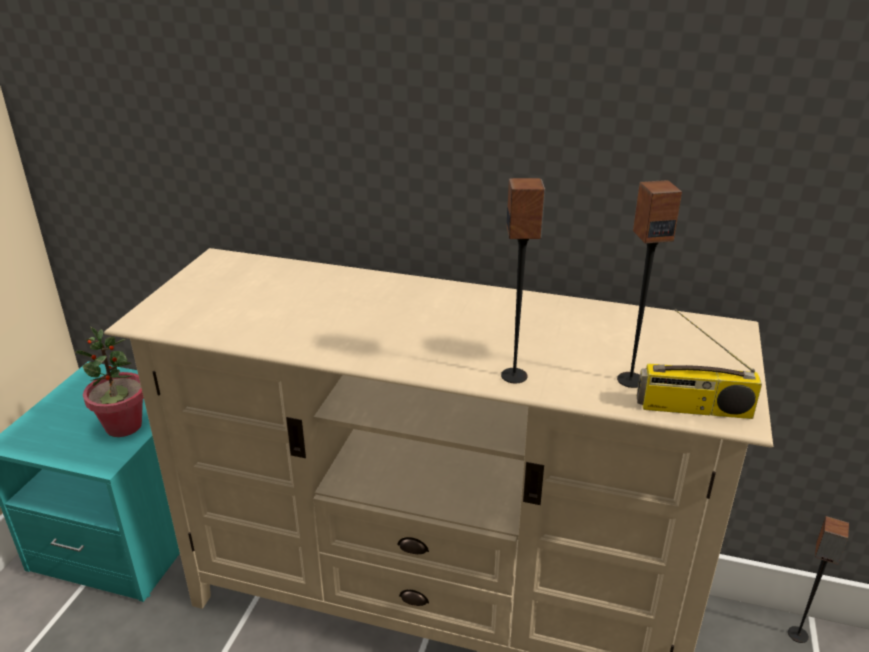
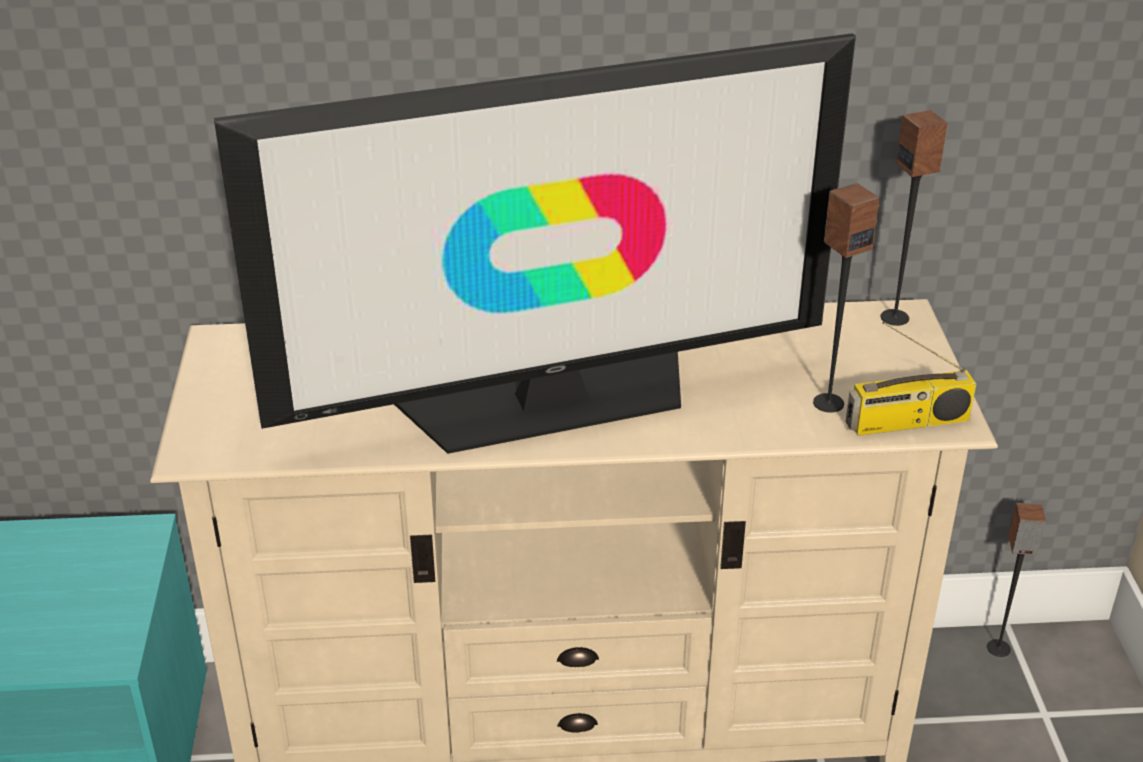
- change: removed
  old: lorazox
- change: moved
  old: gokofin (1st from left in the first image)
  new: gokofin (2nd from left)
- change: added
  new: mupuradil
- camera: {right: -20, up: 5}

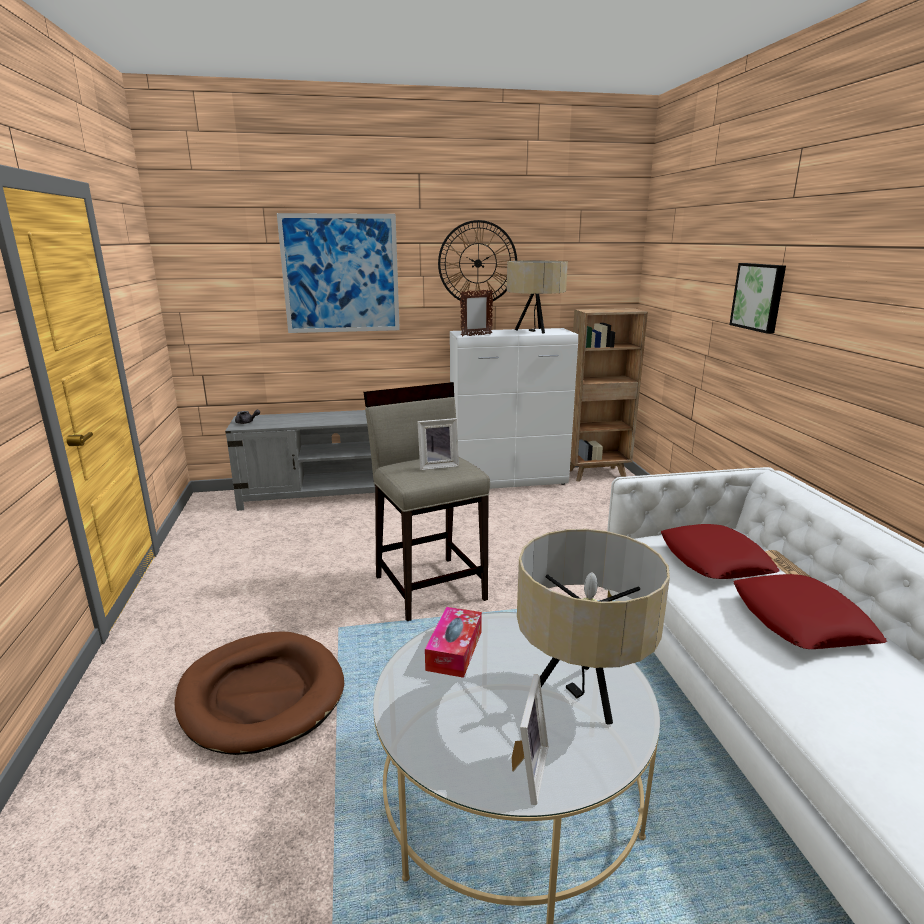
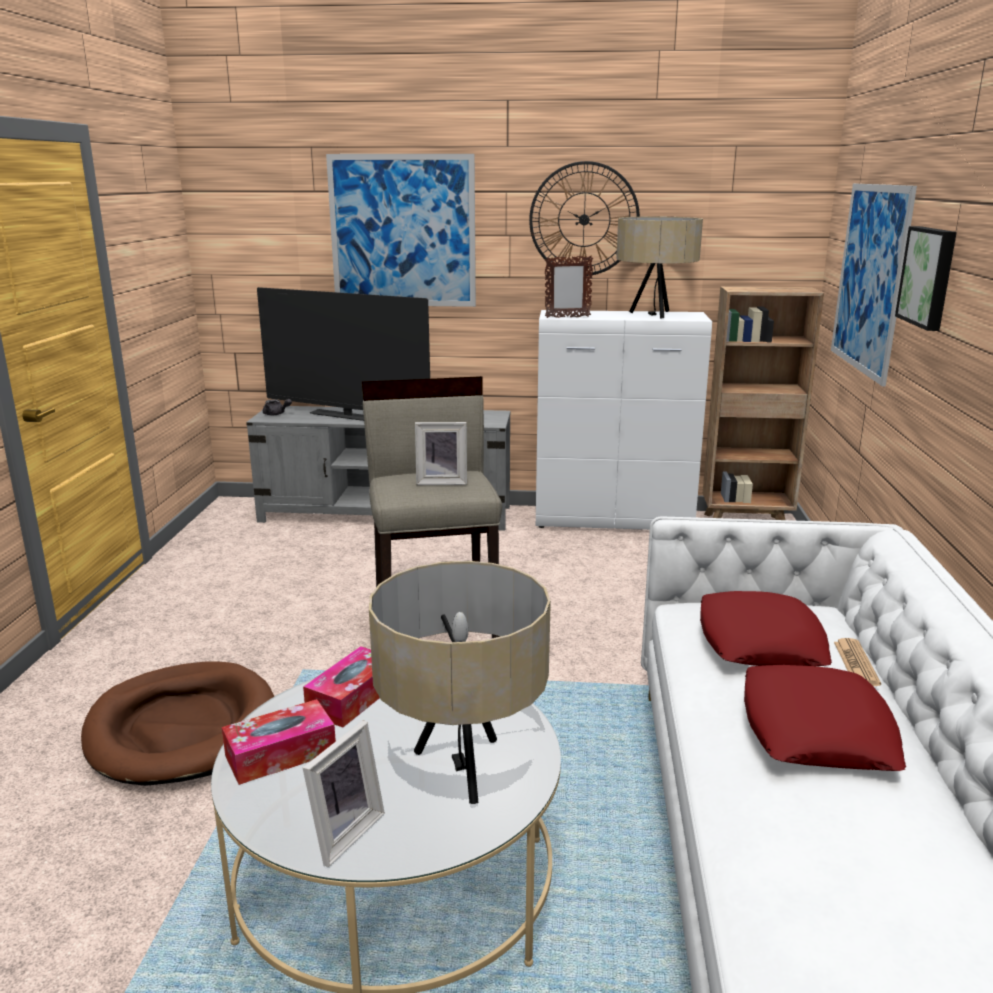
- change: added
  new: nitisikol (1st from left)
- change: added
  new: mupuradil
- change: added
  new: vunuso (2nd from left)
- camera: {right: 15, up: 0}

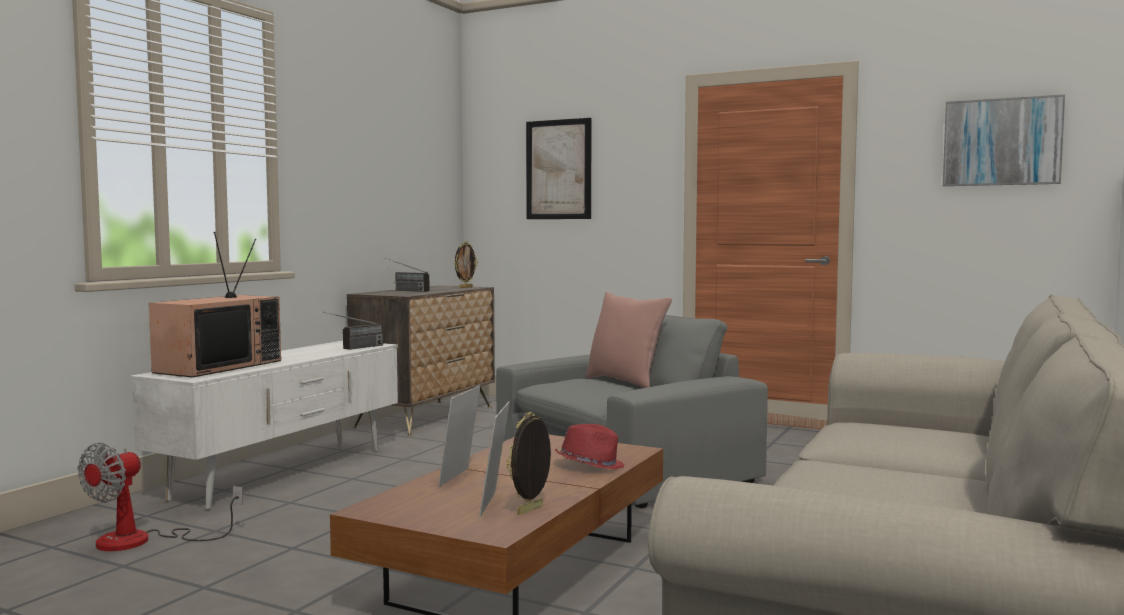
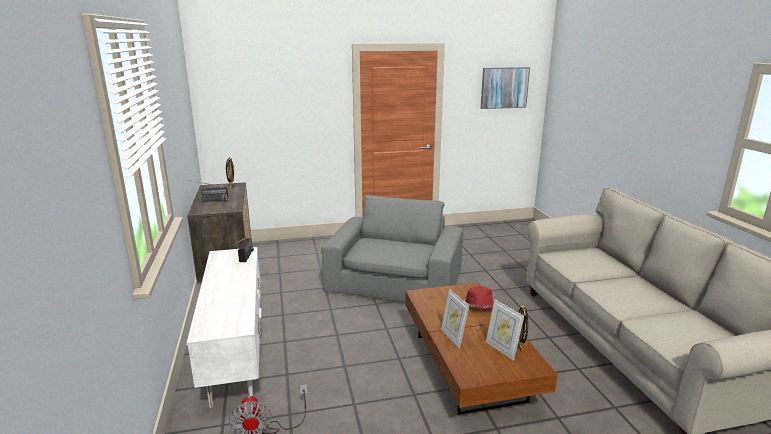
- change: removed
  old: mupuradil
- change: removed
  old: vunuso (1st from left)
- change: removed
  old: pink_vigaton
- camera: {right: -40, up: 15}

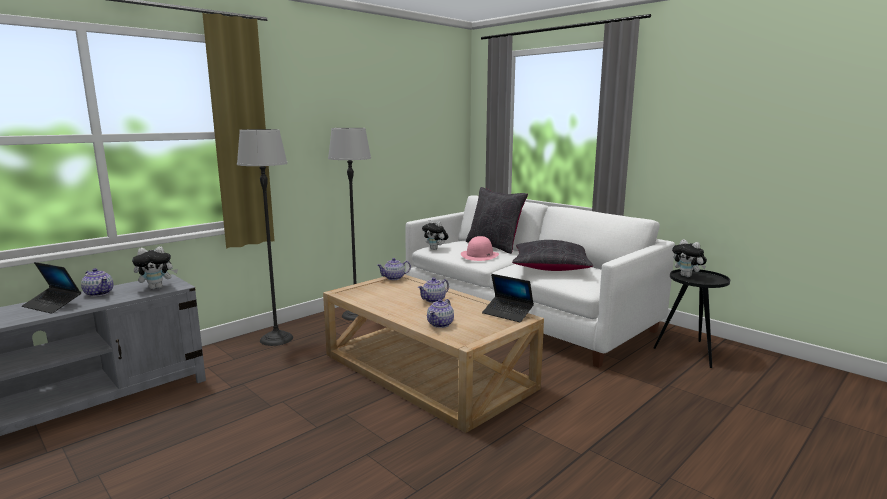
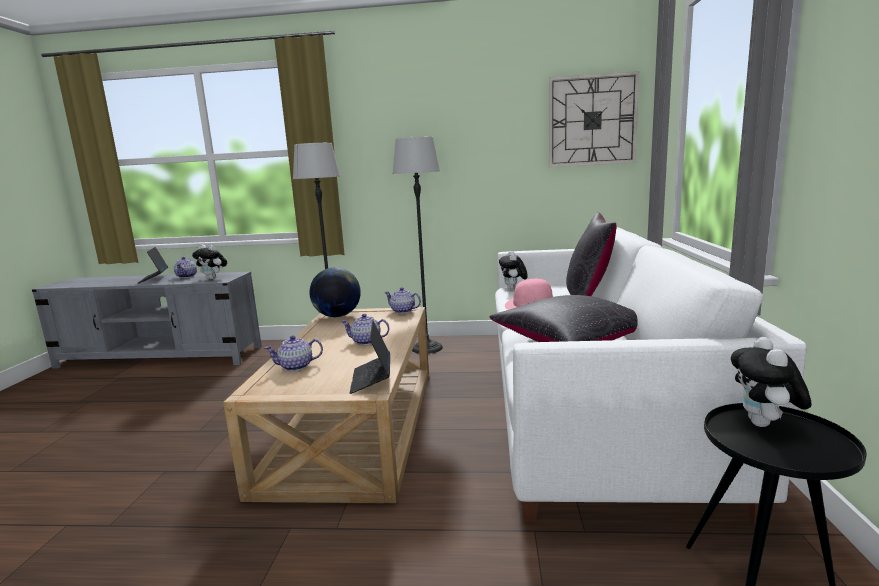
- change: added
  new: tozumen
- change: added
  new: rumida
- camera: {right: 50, up: 0}

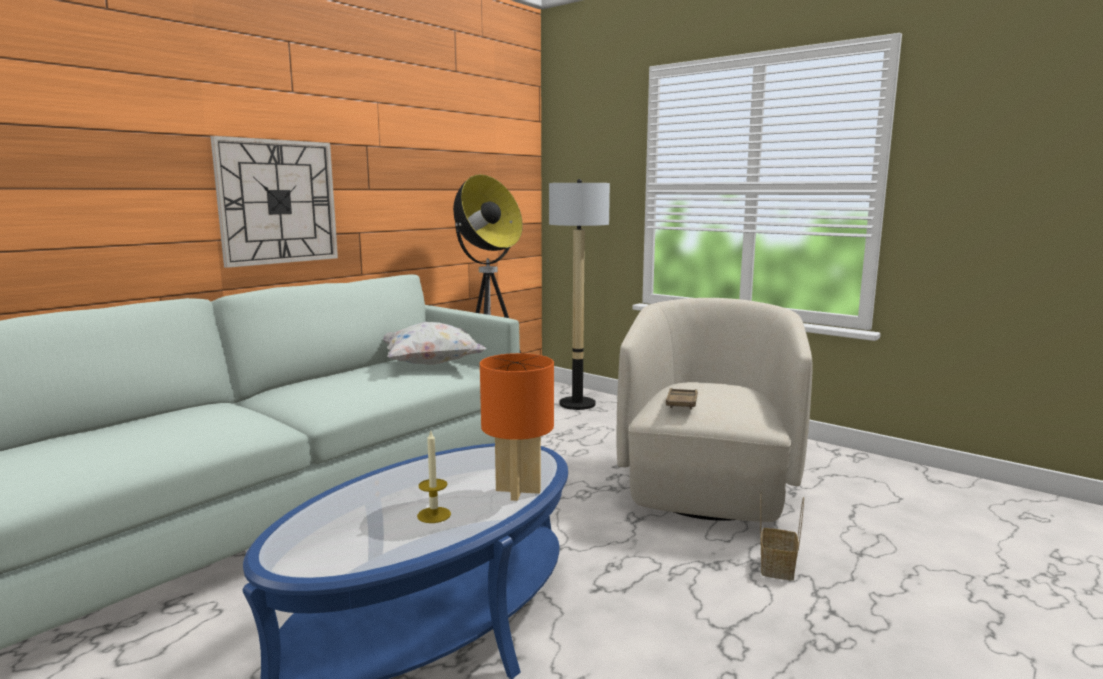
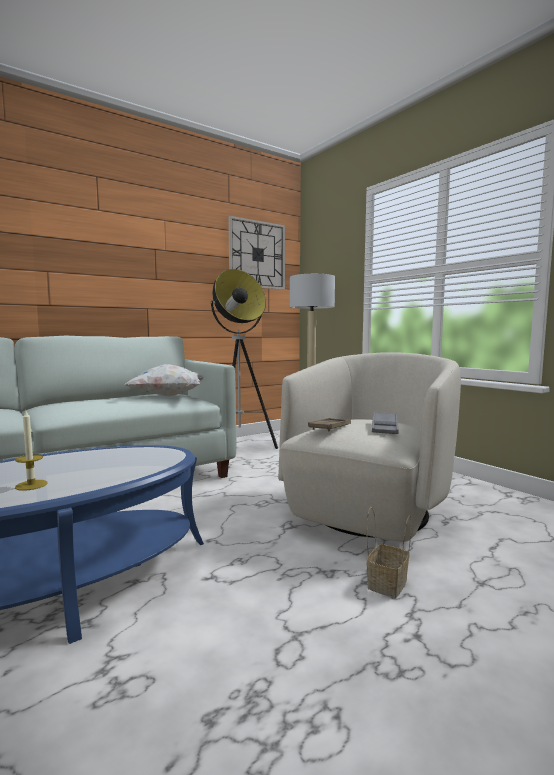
- change: moved
  old: rumida
- change: removed
  old: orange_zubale
- change: added
  new: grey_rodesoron
- camera: {right: 15, up: -5}

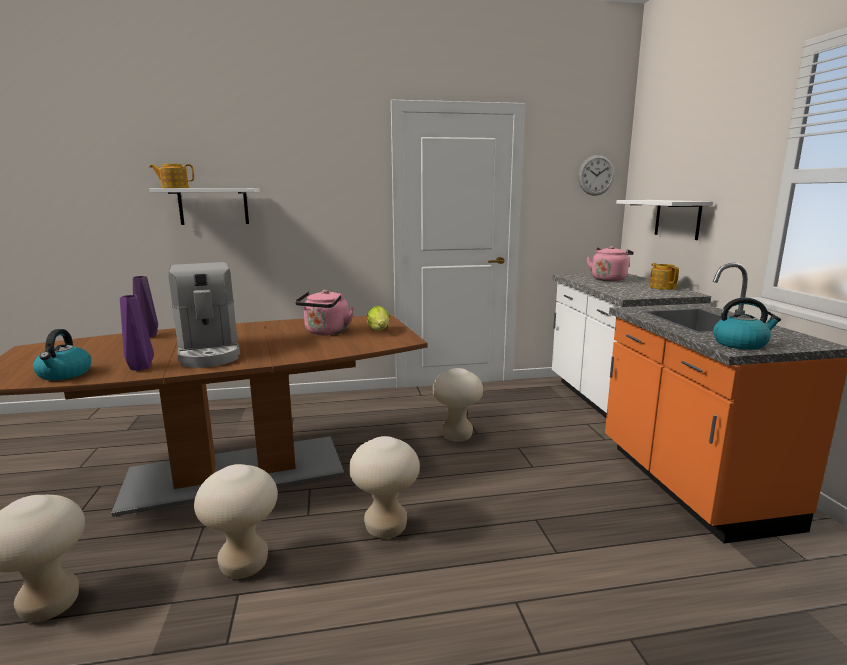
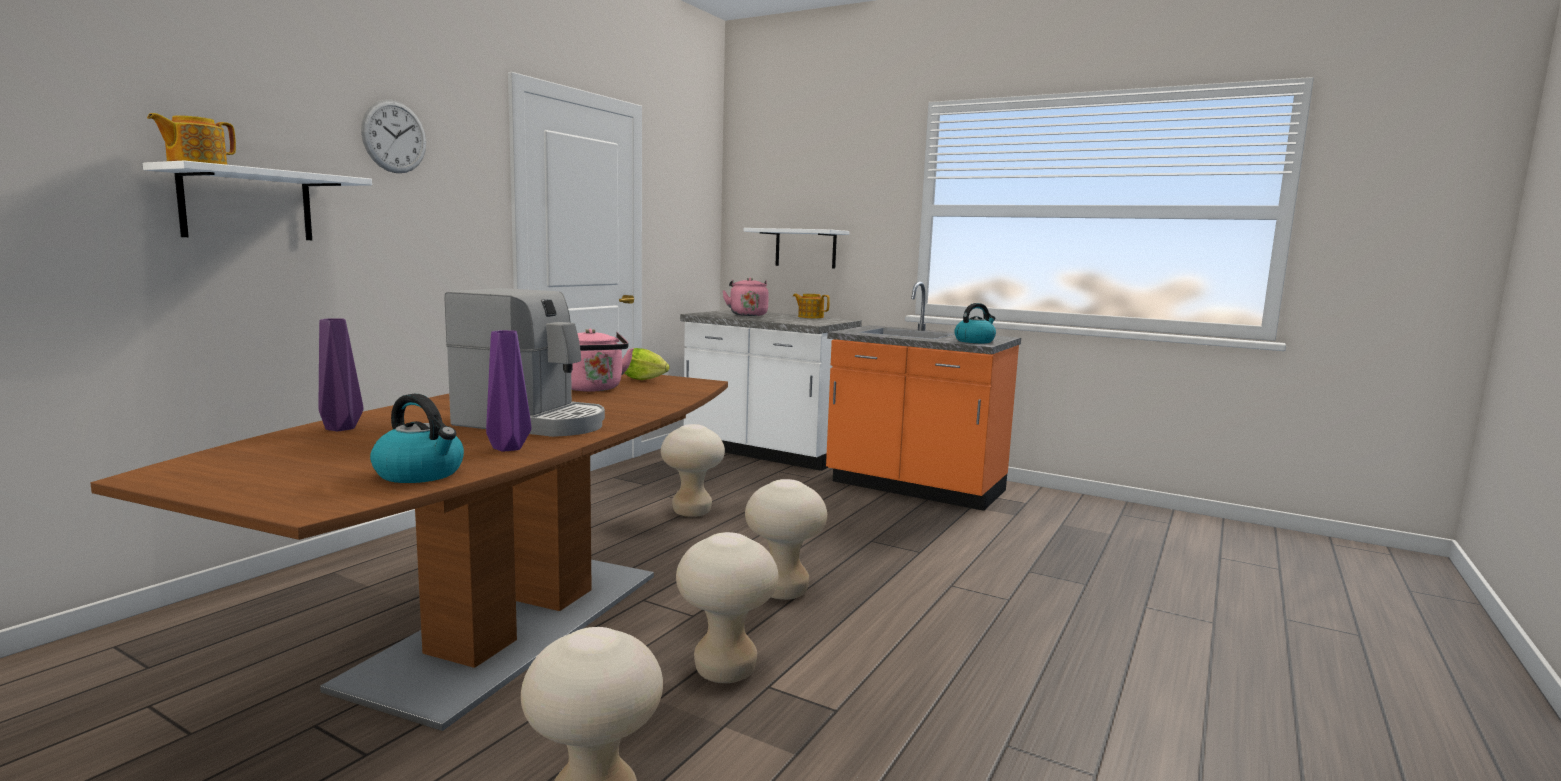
- change: moved
  old: rumida
- camera: {right: -50, up: -5}

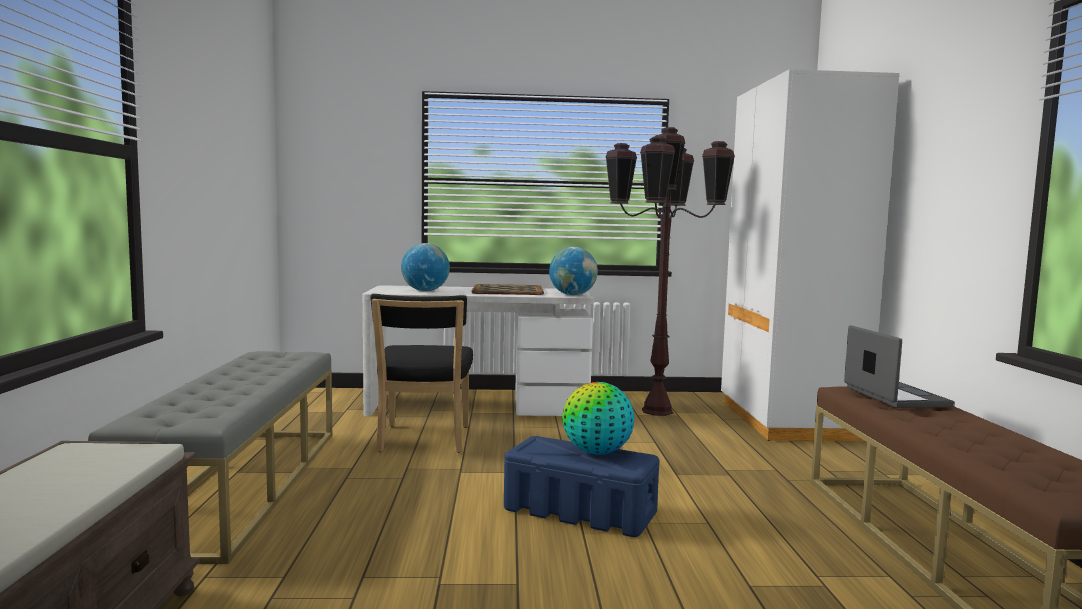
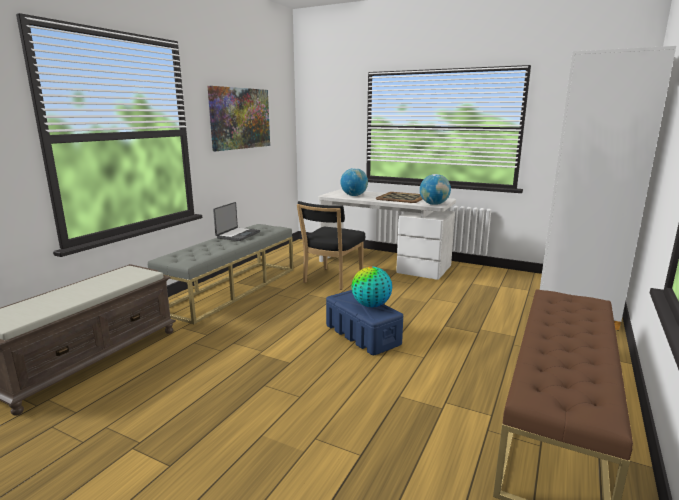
- change: removed
  old: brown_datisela
- change: moved
  old: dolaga
- change: added
  new: vunuso
- camera: {right: 30, up: 10}

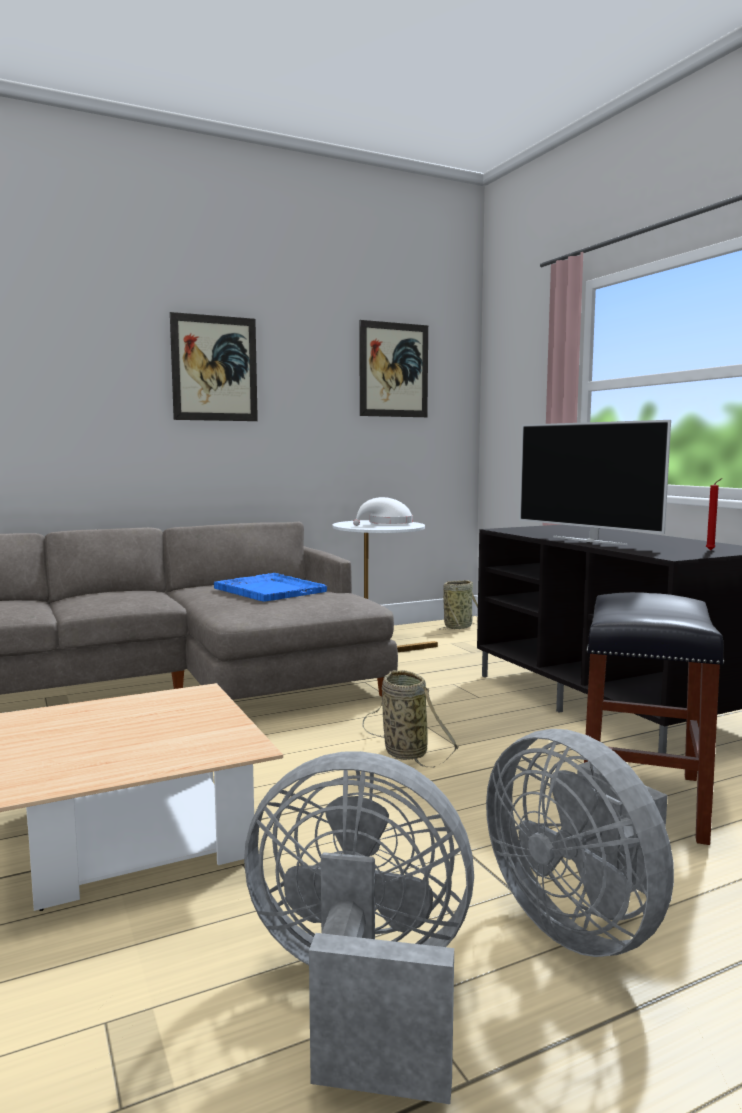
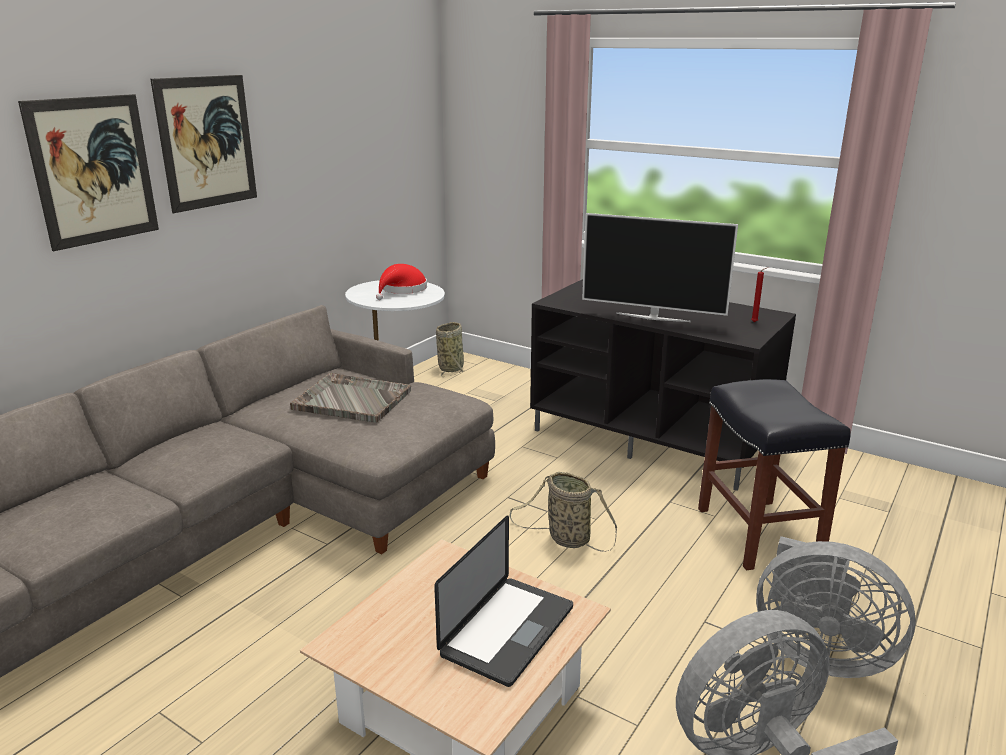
- change: recoloured
  old: blue_rodesoron
  new: grey_rodesoron
- change: recoloured
  old: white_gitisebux
  new: red_gitisebux
- change: moved
  old: vunuso (2nd from left in the first image)
  new: vunuso (1st from left)
- change: added
  new: dolaga
- camera: {right: -30, up: 15}

